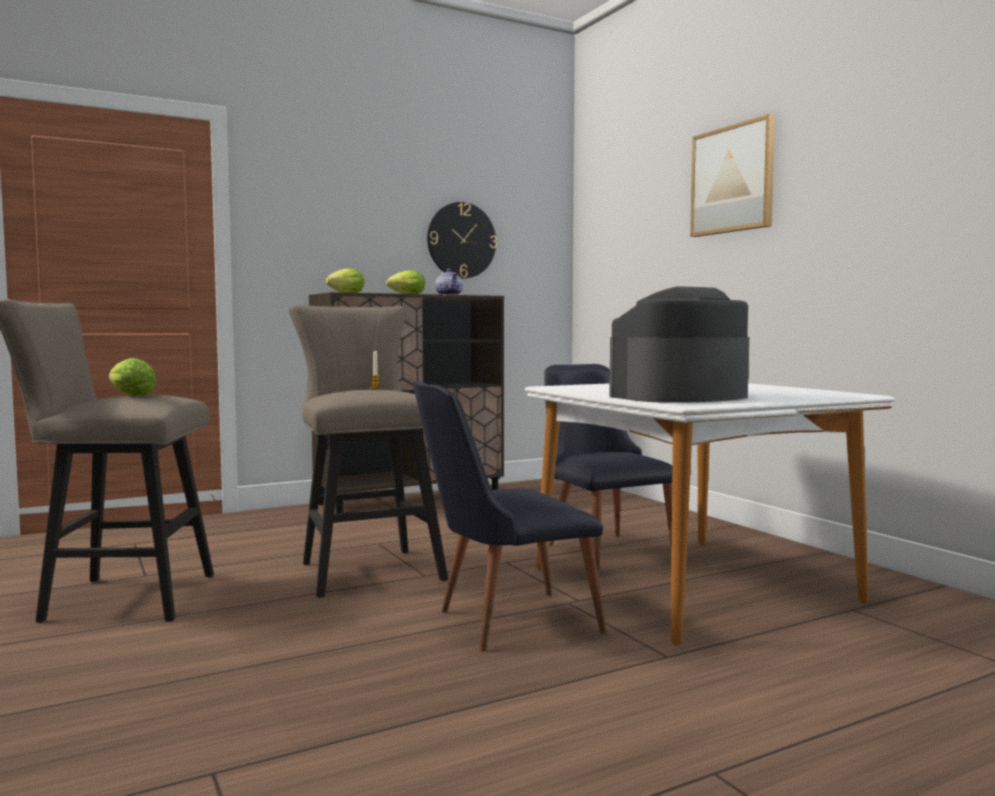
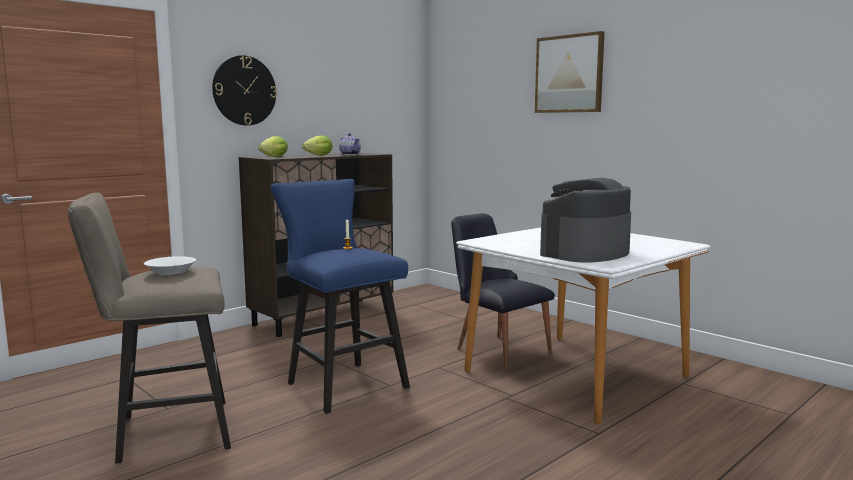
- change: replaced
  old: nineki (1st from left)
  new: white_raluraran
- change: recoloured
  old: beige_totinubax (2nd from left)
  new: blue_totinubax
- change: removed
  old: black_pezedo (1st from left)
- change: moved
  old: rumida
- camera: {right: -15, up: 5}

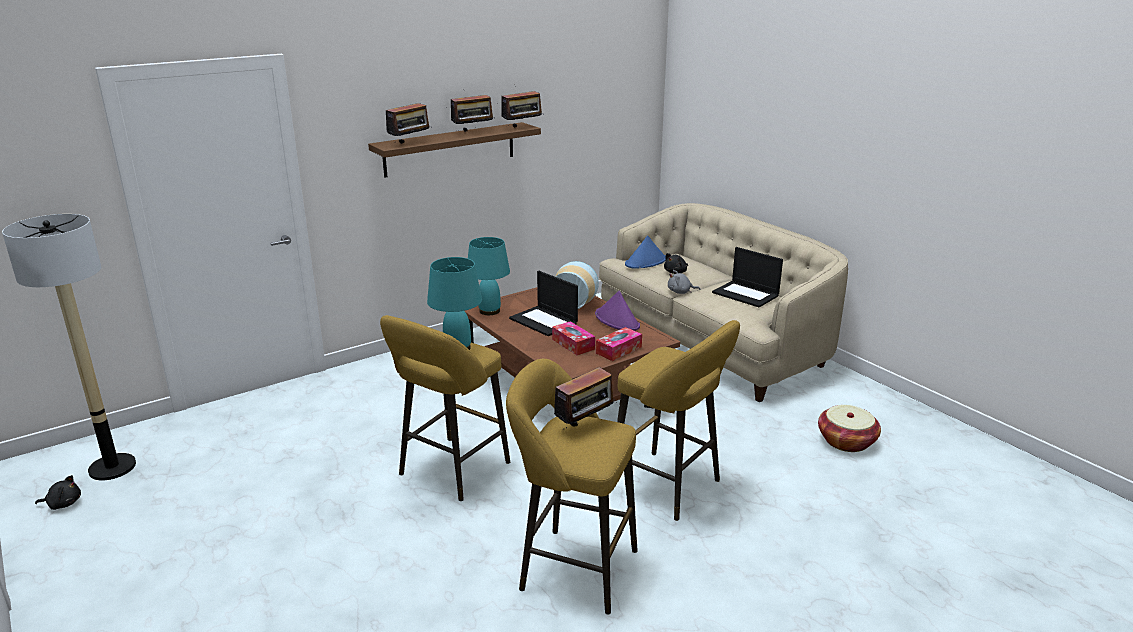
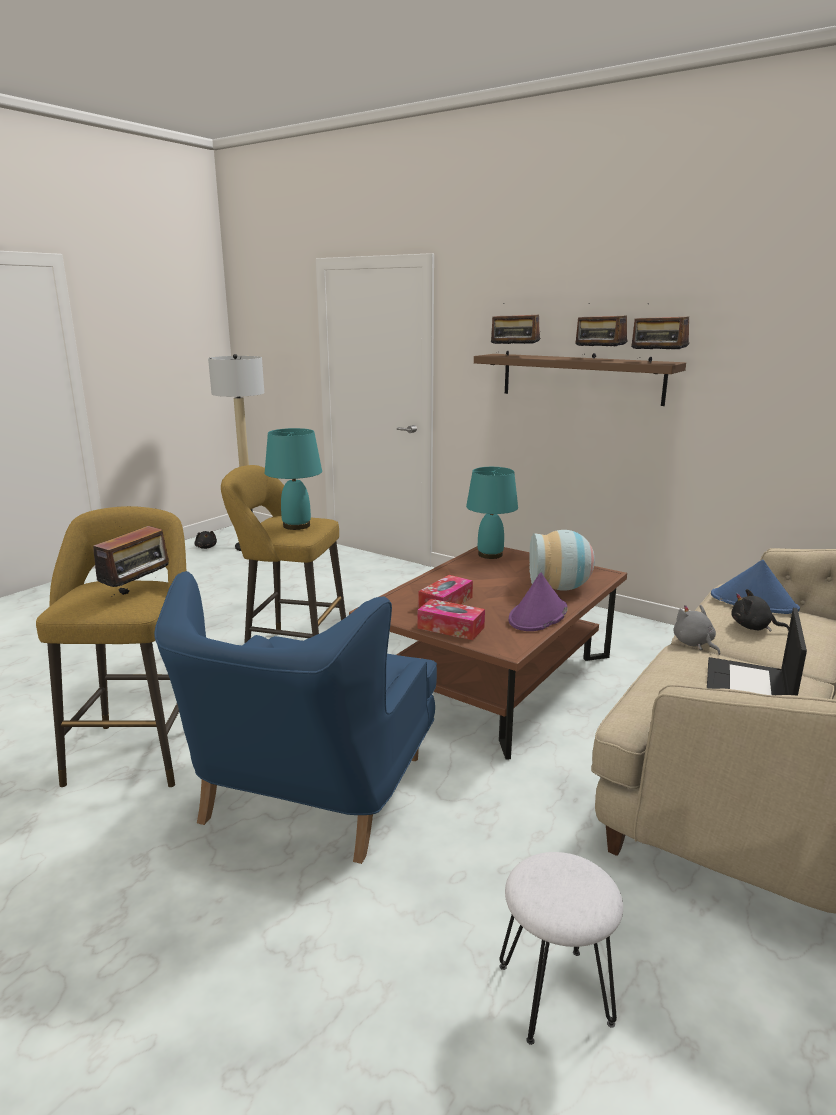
- change: removed
  old: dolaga (1st from left)
- change: turned
  old: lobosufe (4th from left in the first image)
  degrees: -90
- change: replaced
  old: yellow_totinubax (3rd from left)
  new: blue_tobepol
- change: replaced
  old: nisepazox
  new: white_totinubax
- camera: {right: 70, up: -5}

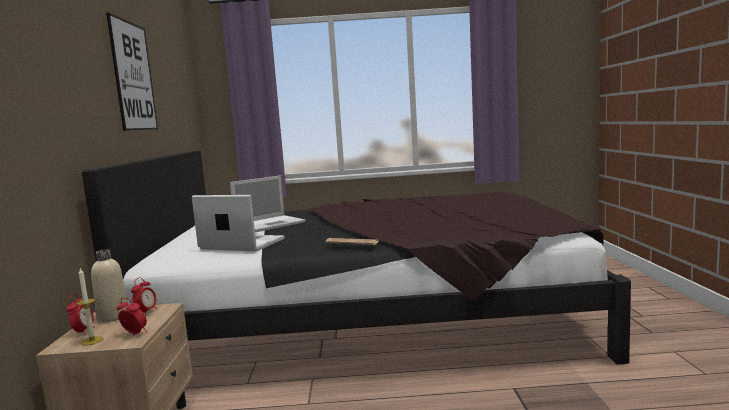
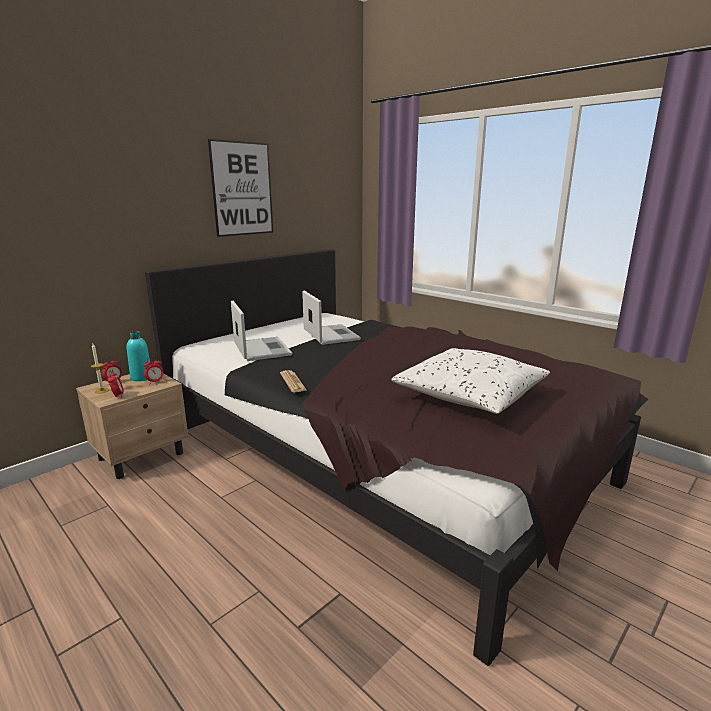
- change: recoloured
  old: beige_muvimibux
  new: turquoise_muvimibux
- change: turned
  old: dolaga (2nd from left)
  degrees: -120
- change: added
  new: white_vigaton
- camera: {right: 45, up: 10}

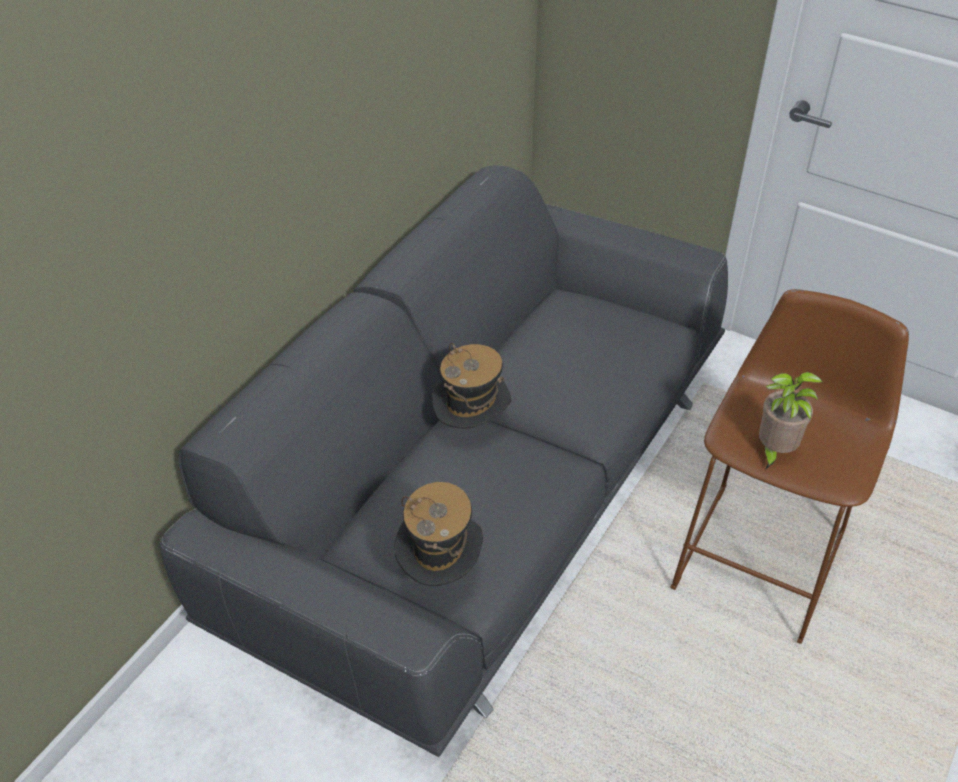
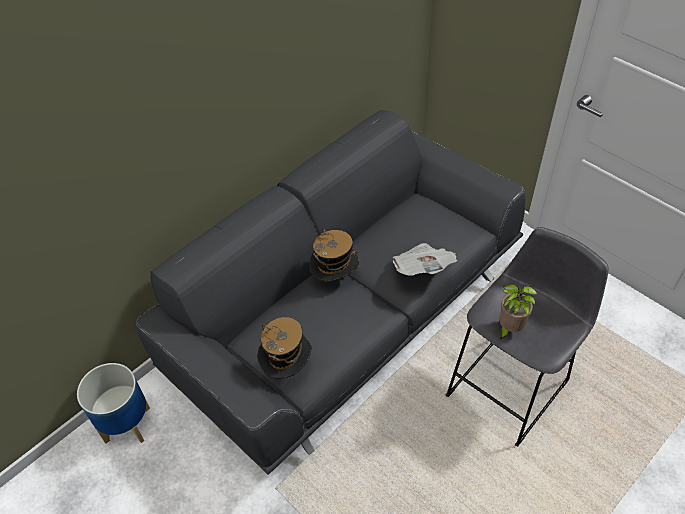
- change: recoloured
  old: brown_totinubax
  new: grey_totinubax
- change: added
  new: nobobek
- change: added
  new: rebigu
- camera: {right: 15, up: 5}

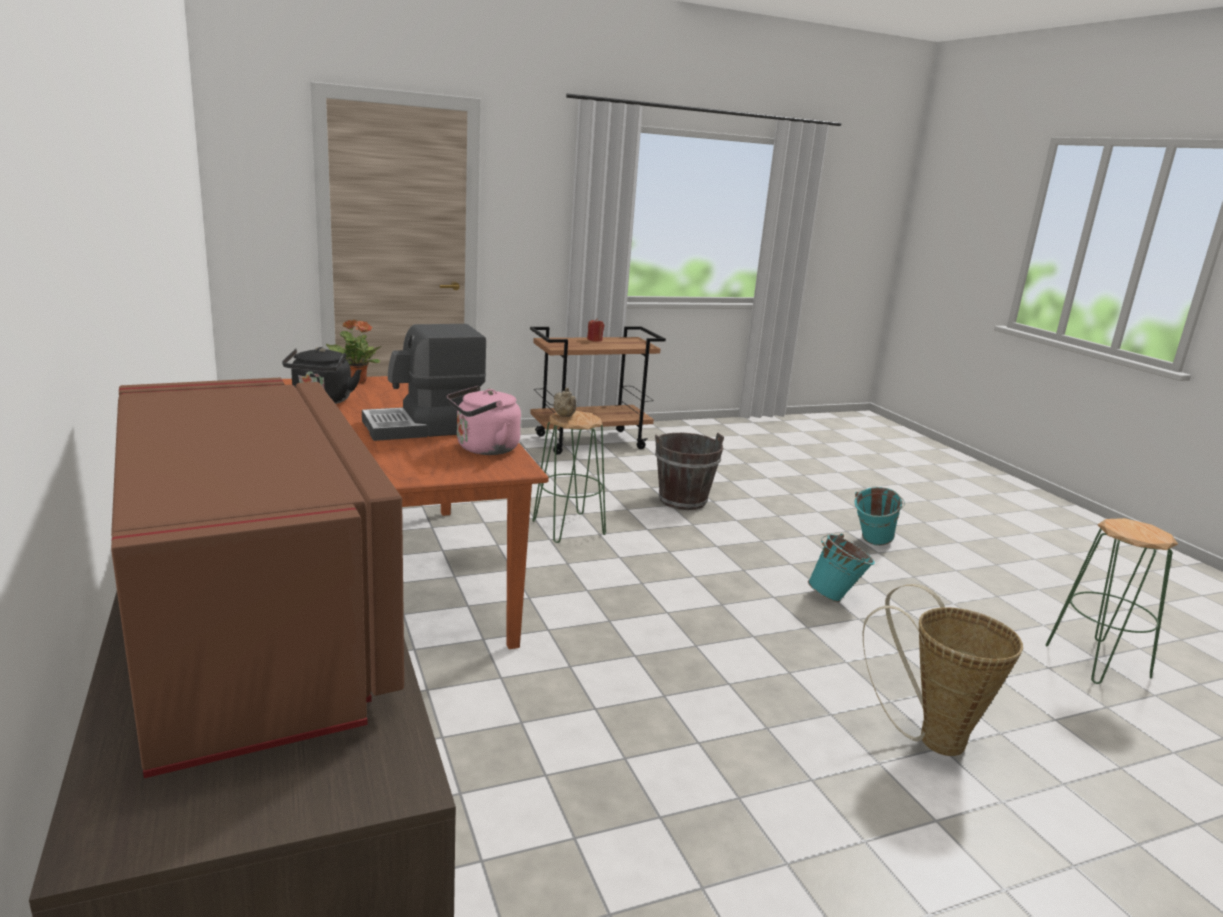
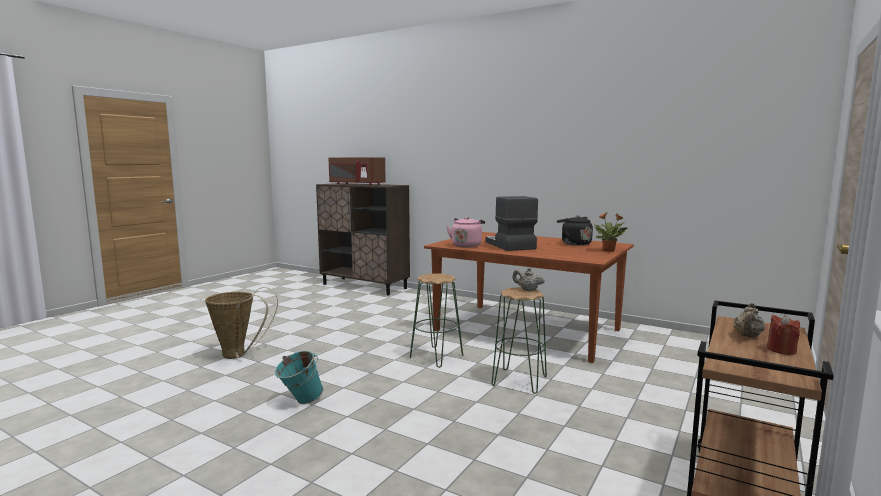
- change: turned
  old: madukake
  degrees: -45
- change: removed
  old: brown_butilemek
- change: removed
  old: turquoise_butilemek (2nd from left)
- change: moved
  old: green_totinubax (2nd from left in the first image)
  new: green_totinubax (1st from left)
- change: added
  new: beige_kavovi (2nd from left)
- camera: {right: 145, up: -10}

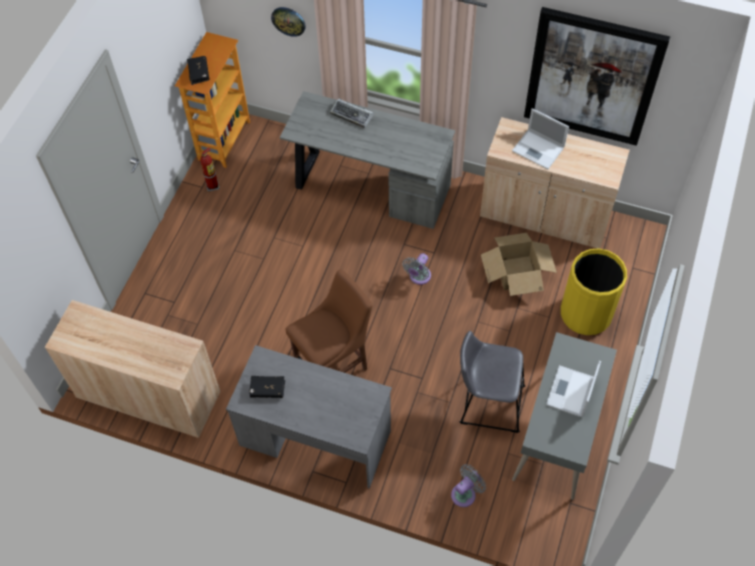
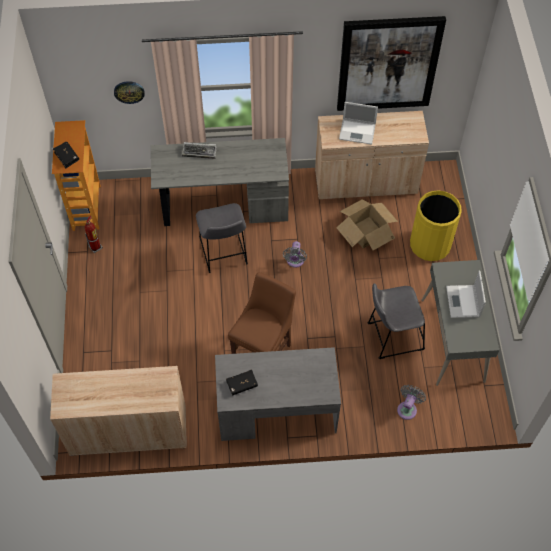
- change: added
  new: grey_totinubax (1st from left)
- camera: {right: -25, up: 0}

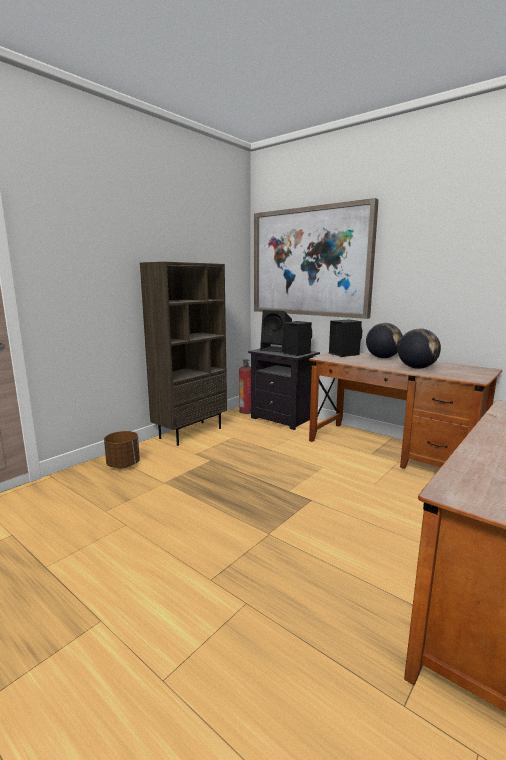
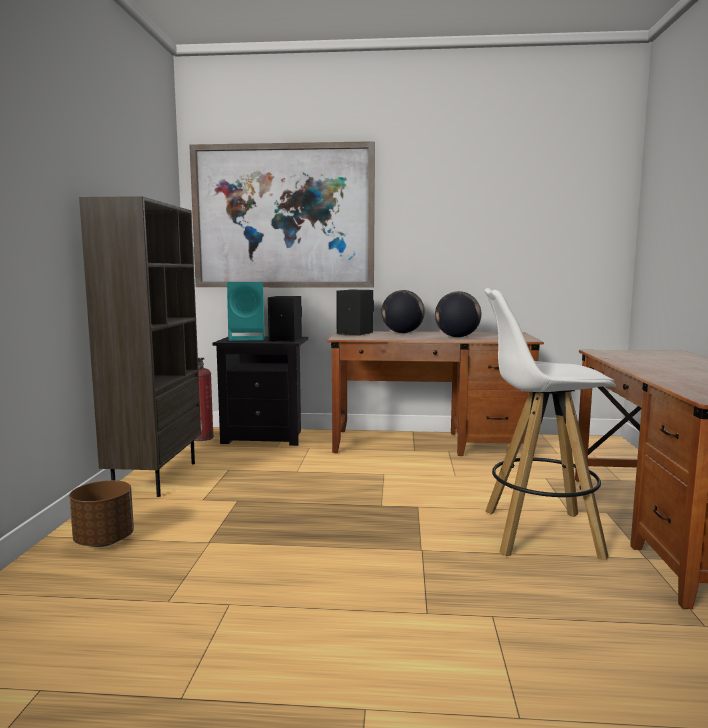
- change: recoloured
  old: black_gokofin (1st from left)
  new: turquoise_gokofin
- change: added
  new: white_totinubax
- camera: {right: -35, up: -5}

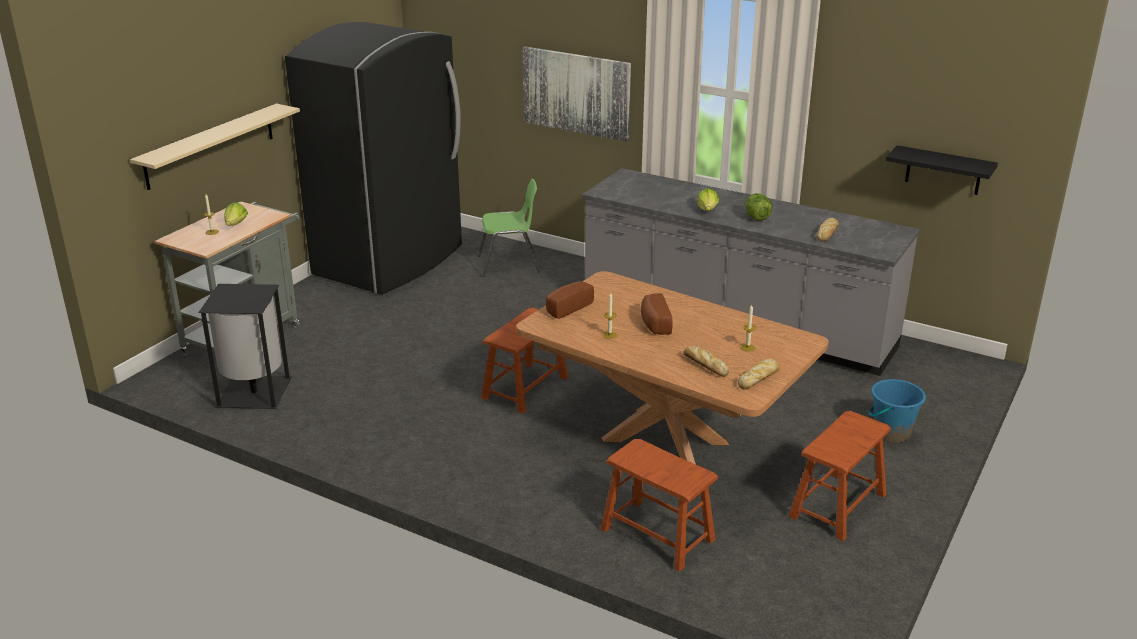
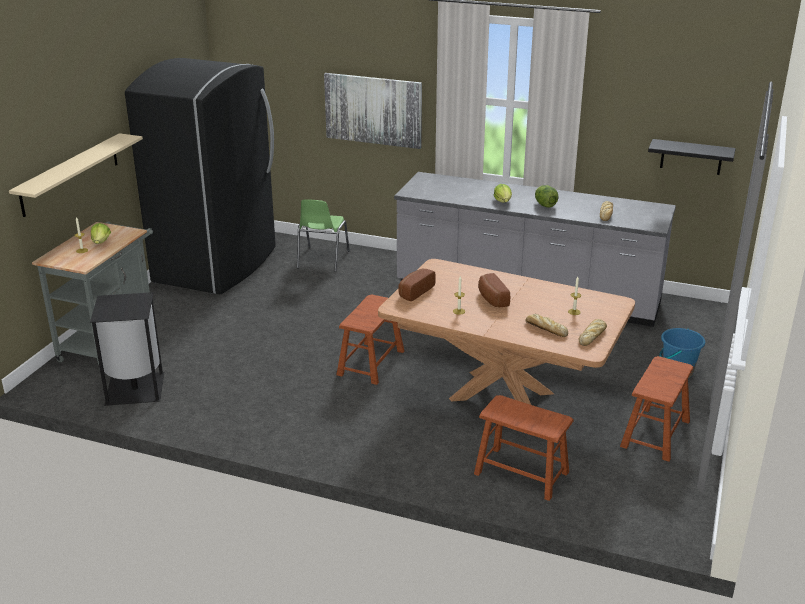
- change: turned
  old: green_pezedo
  degrees: 120
- camera: {right: -10, up: 0}

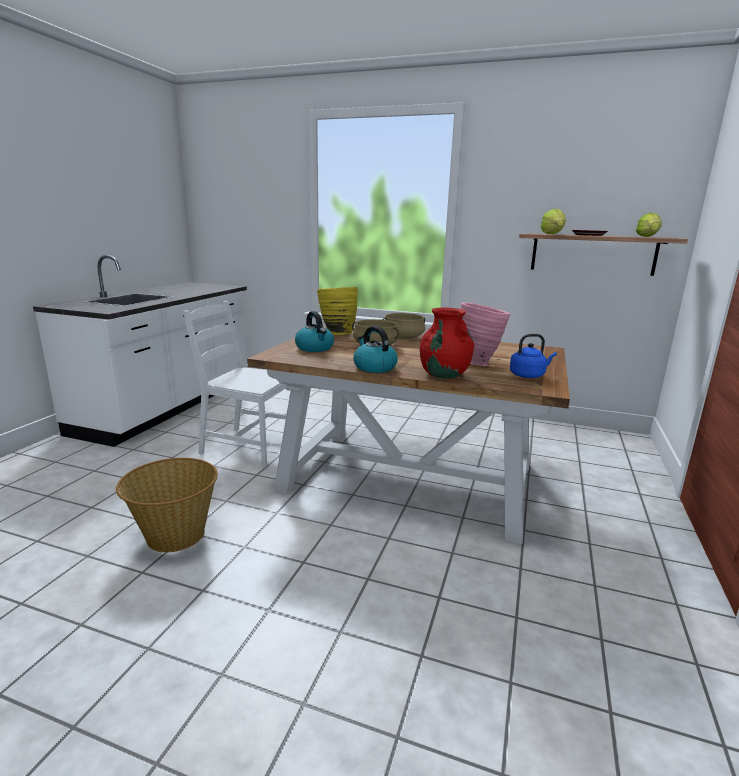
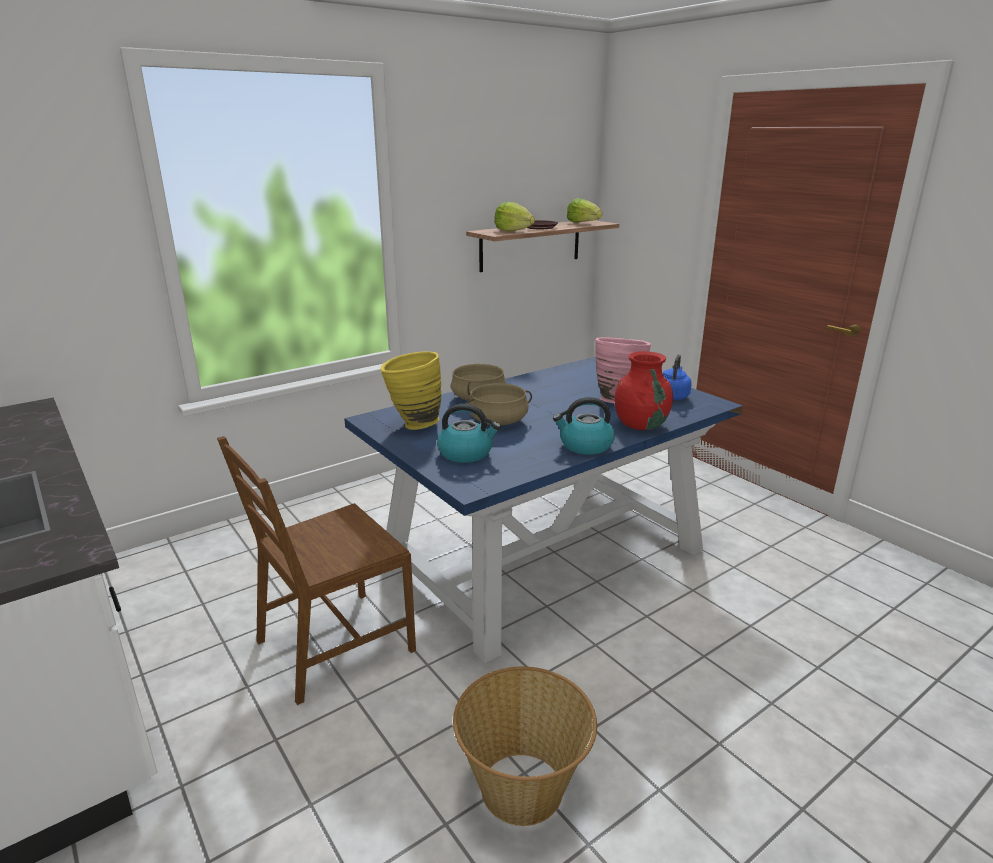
- change: recoloured
  old: white_pezedo
  new: brown_pezedo
- change: recoloured
  old: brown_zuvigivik
  new: blue_zuvigivik
- camera: {right: -55, up: 5}

